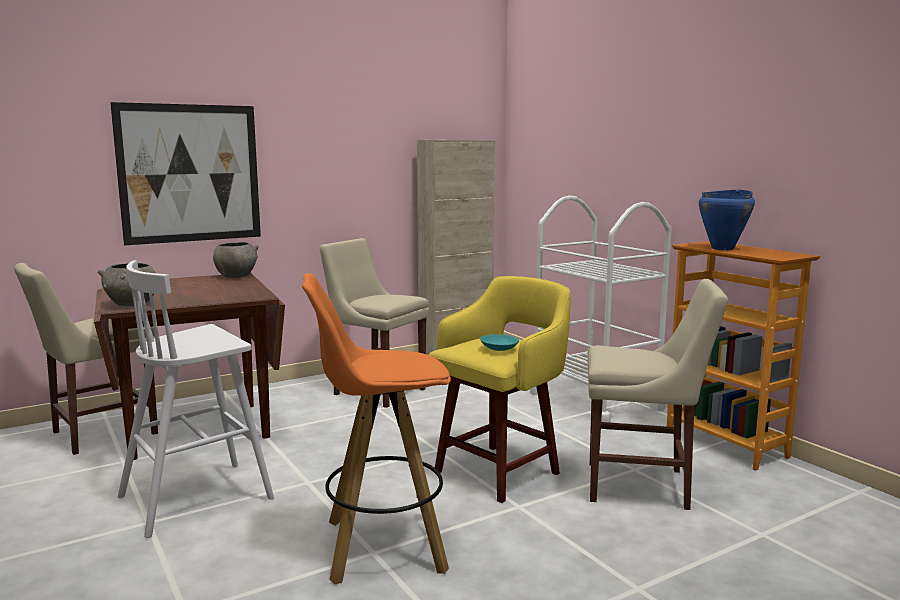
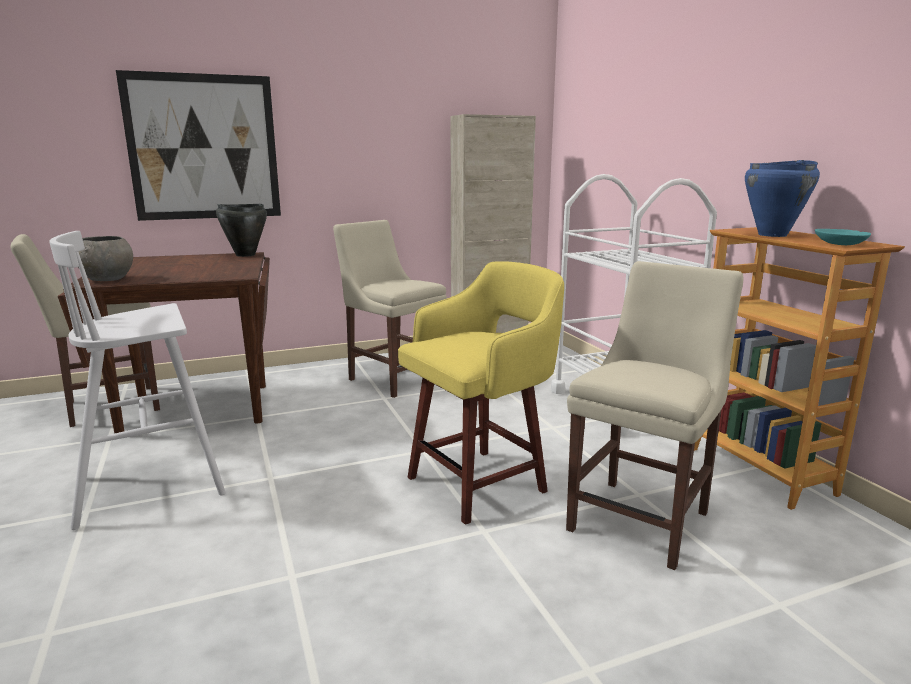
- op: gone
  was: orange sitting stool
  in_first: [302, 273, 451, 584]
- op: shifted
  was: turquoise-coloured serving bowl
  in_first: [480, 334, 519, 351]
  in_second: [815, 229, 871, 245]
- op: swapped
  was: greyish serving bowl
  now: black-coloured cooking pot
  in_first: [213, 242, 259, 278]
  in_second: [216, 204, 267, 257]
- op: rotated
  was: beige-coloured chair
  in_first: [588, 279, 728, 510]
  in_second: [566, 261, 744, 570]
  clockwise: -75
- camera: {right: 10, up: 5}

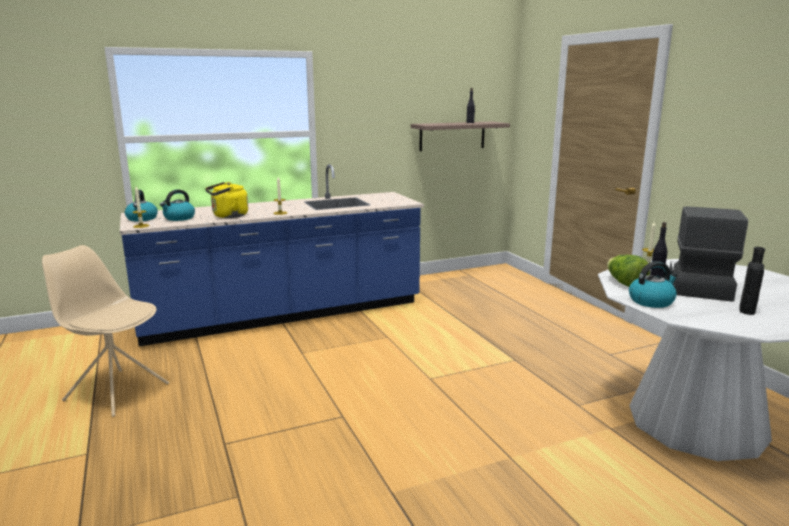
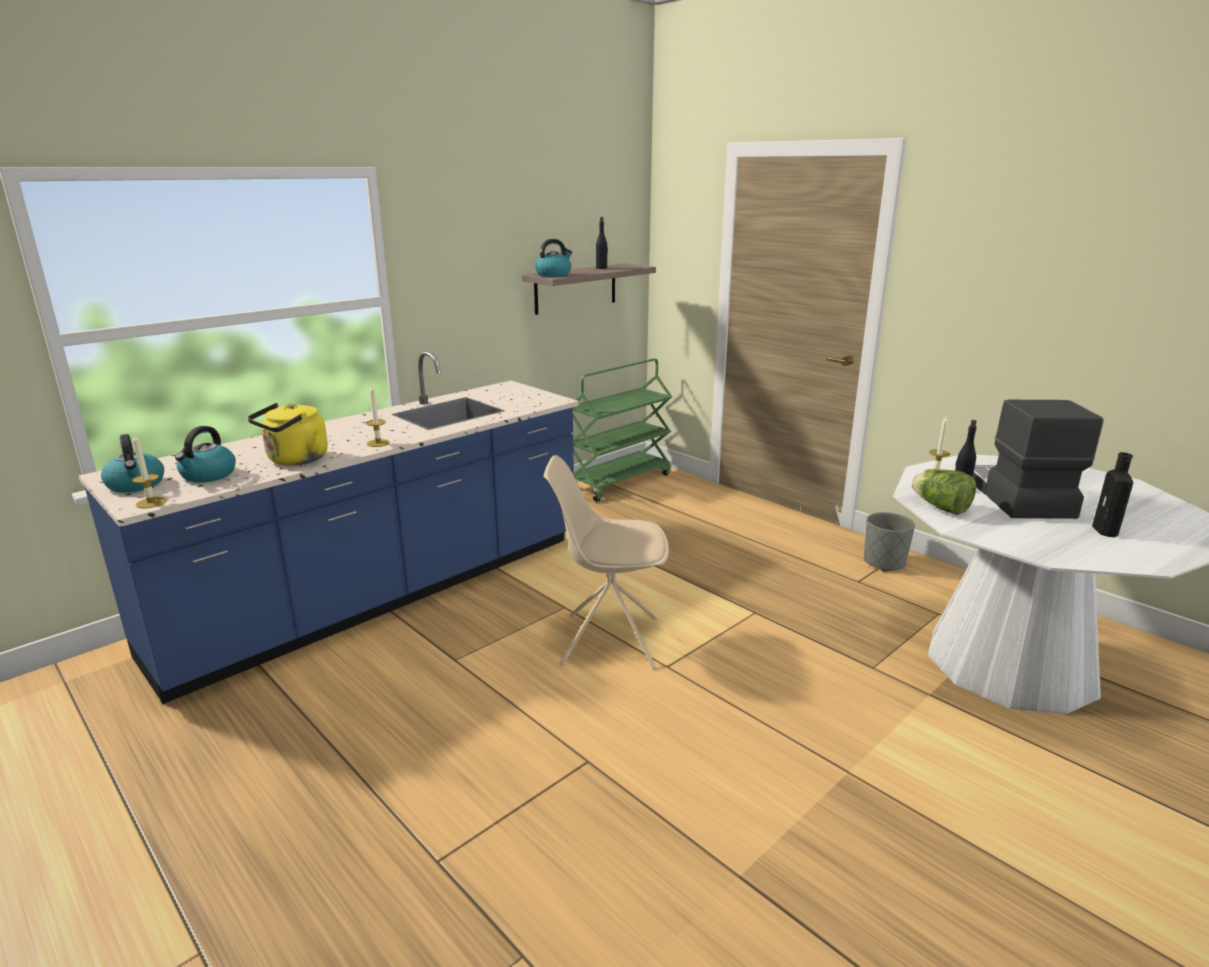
- op: new
  now: green trolley
  in_second: [573, 358, 672, 502]
- op: new
  now: greyish plant pot
  in_second: [864, 512, 915, 572]
- op: shifted
  was: beige-coloured chair
  in_first: [42, 245, 169, 417]
  in_second: [543, 455, 669, 670]
- op: shifted
  was: water kettle
  in_first: [629, 261, 678, 308]
  in_second: [535, 239, 572, 277]
- camera: {right: -20, up: 5}

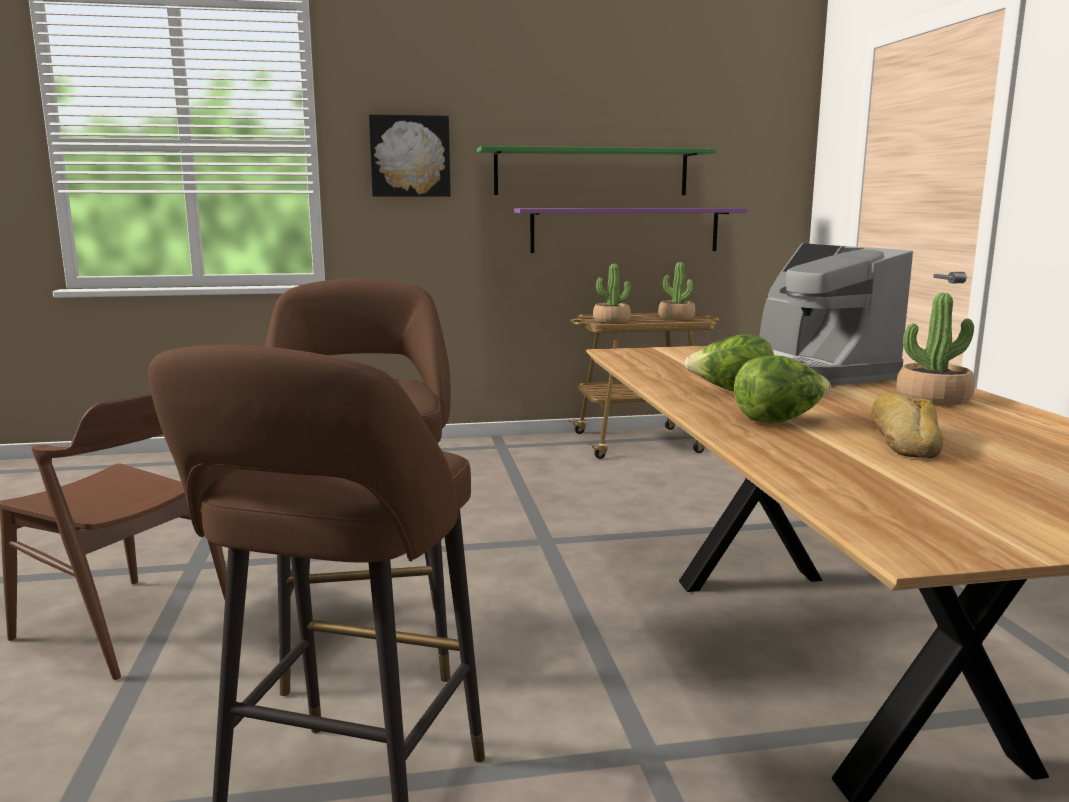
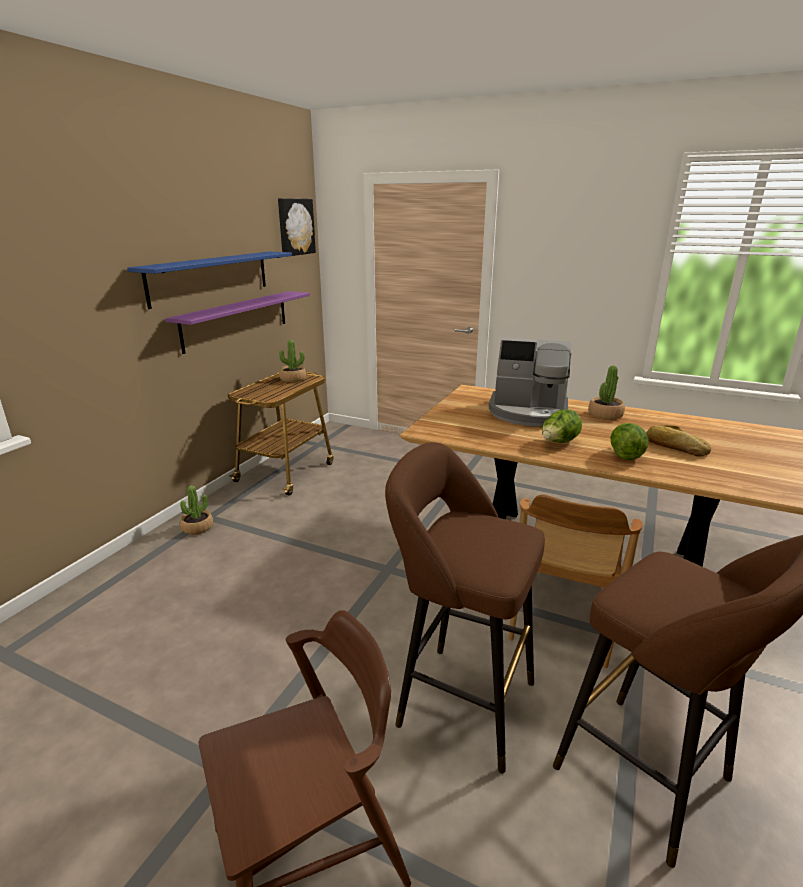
- op: new
  now: brownish chair
  in_second: [509, 495, 643, 668]
- op: shifted
  was: wall art
  in_first: [369, 114, 451, 197]
  in_second: [278, 198, 316, 257]
- op: shifted
  was: potted plant
  in_first: [593, 264, 631, 323]
  in_second: [180, 485, 213, 535]
- op: repainted
  was: green bracket shelf
  now: bluish bracket shelf
  in_first: [477, 146, 716, 195]
  in_second: [127, 252, 292, 309]
- camera: {right: -55, up: 10}

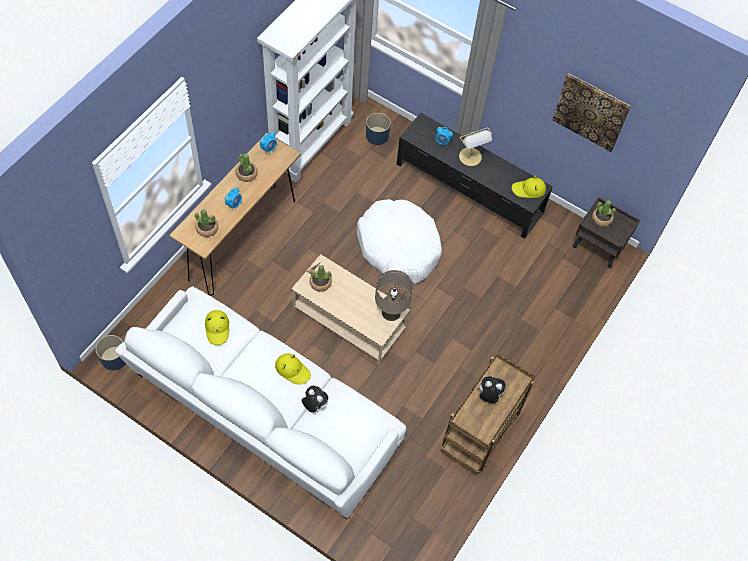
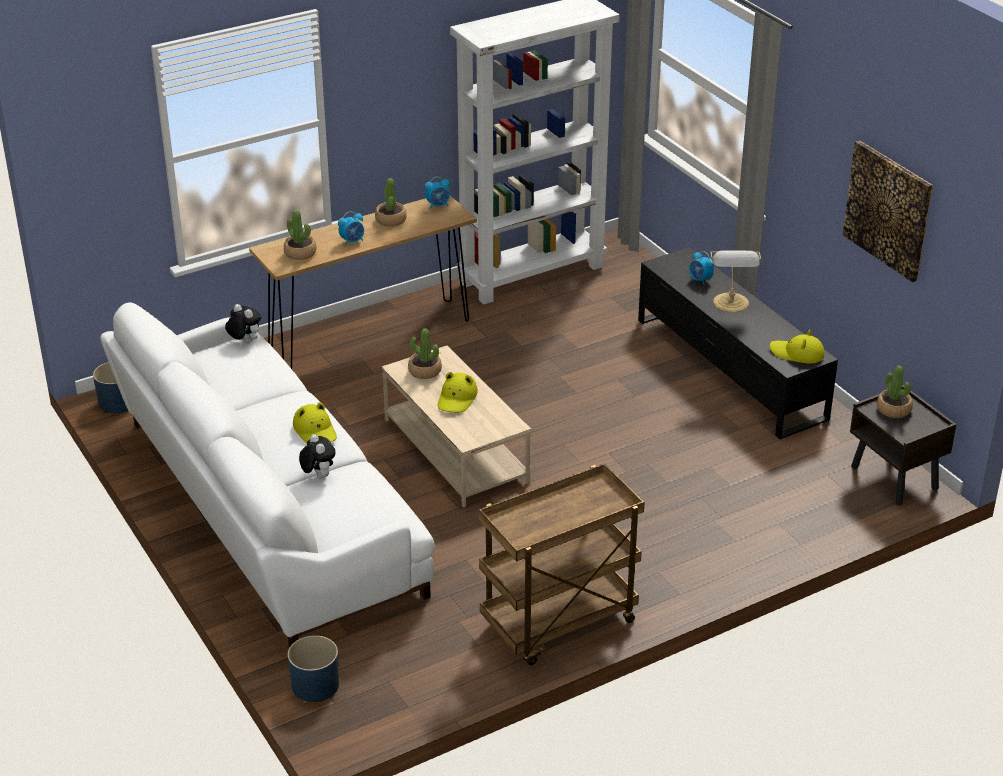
- op: gone
  was: white-coloured dog bed
  in_first: [357, 199, 442, 284]
- op: gone
  was: beige-coloured tabletop lamp
  in_first: [375, 270, 413, 321]
- op: shifted
  was: yellow-coloured clothing hat
  in_first: [205, 310, 229, 345]
  in_second: [438, 372, 478, 413]
- op: shifted
  was: bluish plant pot
  in_first: [366, 113, 391, 145]
  in_second: [288, 635, 339, 702]
- op: shifted
  was: cuddly toy
  in_first: [477, 377, 506, 403]
  in_second: [225, 304, 261, 343]
- camera: {right: 30, up: -25}

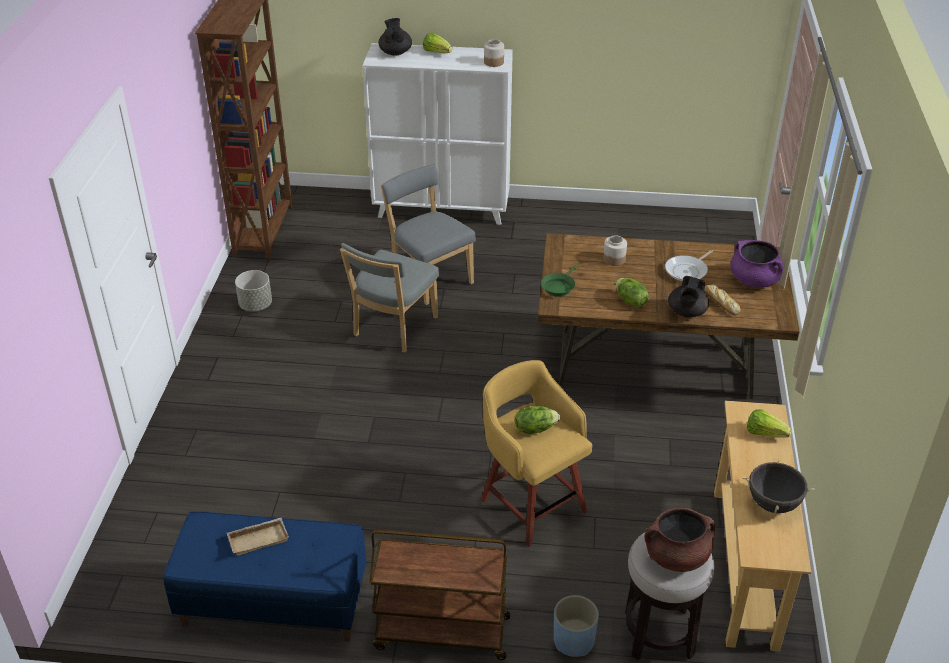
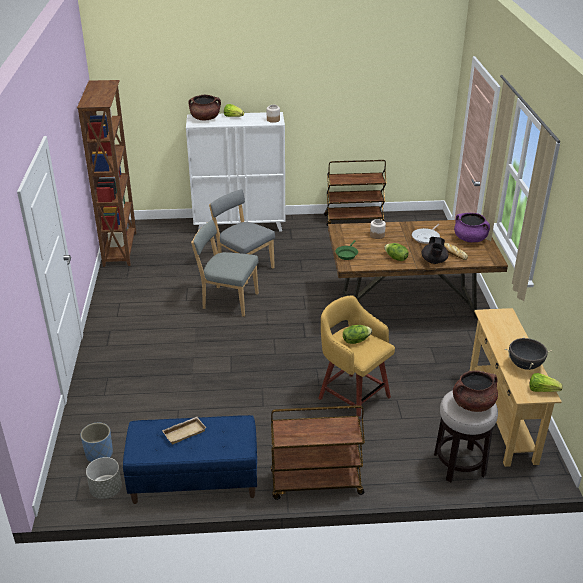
- op: new
  now: brownish trolley
  in_second: [324, 160, 387, 226]
- op: shifted
  was: greyish plant pot
  in_first: [235, 270, 272, 311]
  in_second: [86, 457, 122, 499]
- op: shifted
  was: bluish plant pot
  in_first: [554, 595, 599, 657]
  in_second: [80, 423, 113, 462]
- op: shifted
  was: lettuce head
  in_first: [747, 409, 792, 438]
  in_second: [529, 373, 563, 392]
- op: swapped
  was: black-coloured tea pot
  now: brownish cooking pot
  in_first: [378, 18, 412, 56]
  in_second: [188, 94, 221, 120]
- op: rotated
  was: greyish chair
  in_first: [340, 243, 439, 352]
  in_second: [191, 220, 259, 317]
  clockwise: 90
- camera: {right: -10, up: -5}

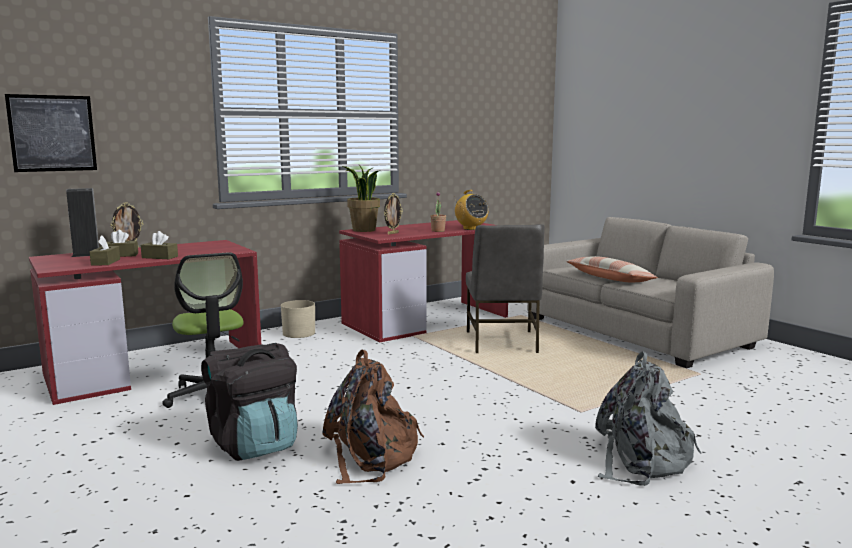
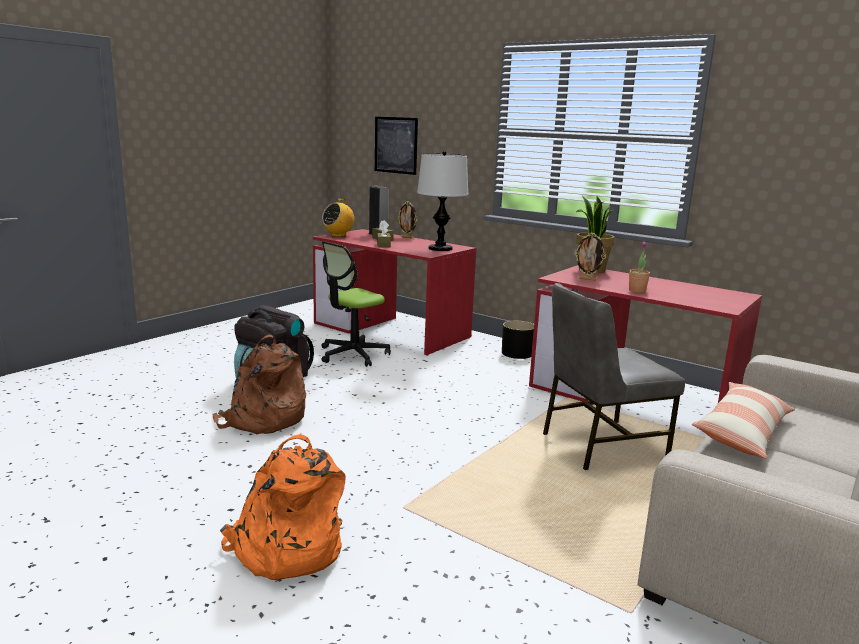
- op: gone
  was: brownish tissue holder
  in_first: [90, 236, 120, 266]
- op: new
  now: tabletop lamp
  in_second: [417, 151, 468, 251]
- op: shifted
  was: radio set
  in_first: [454, 190, 489, 230]
  in_second: [322, 199, 354, 237]
- op: repainted
  was: beige-coloured plant pot
  now: black-coloured plant pot
  in_first: [281, 300, 315, 338]
  in_second: [502, 321, 534, 359]
- op: repainted
  was: greyish backpack
  now: orange backpack
  in_first: [595, 351, 701, 486]
  in_second: [220, 434, 346, 580]
- camera: {right: 70, up: 5}

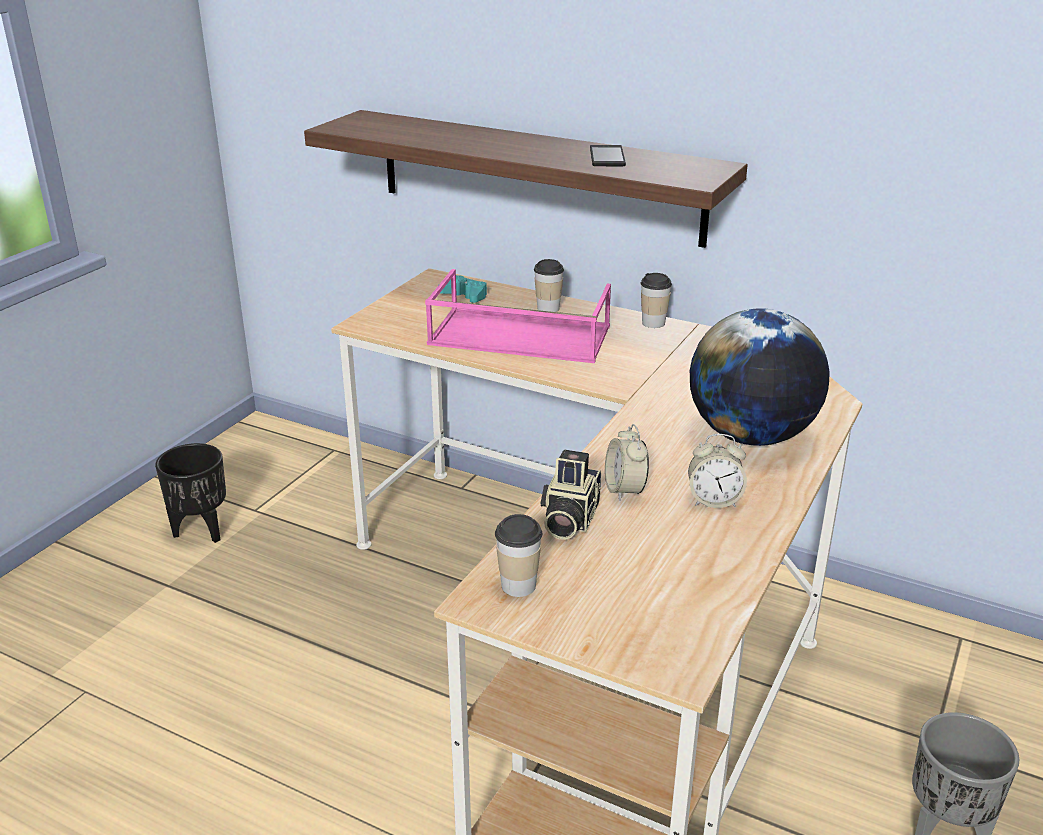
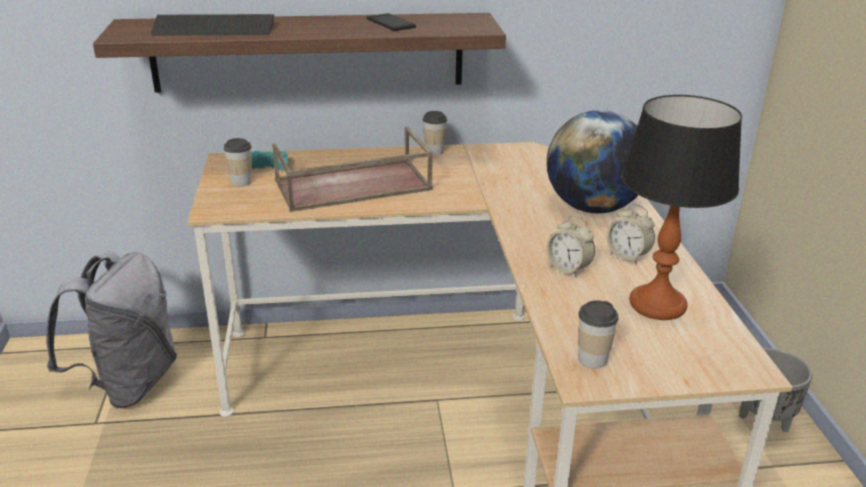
- op: gone
  was: black-coloured plant pot
  in_first: [155, 443, 226, 543]
- op: gone
  was: photo camera
  in_first: [540, 450, 601, 540]
- op: new
  now: greyish backpack
  in_second: [46, 251, 177, 409]
- op: new
  now: keyboard
  in_second: [151, 14, 274, 36]
- op: new
  now: tabletop lamp
  in_second: [622, 95, 742, 320]
- op: shifted
  was: cup
  in_first: [534, 259, 564, 312]
  in_second: [224, 138, 252, 186]
- op: repainted
  was: pink-coloured carrying tray
  now: brownish carrying tray
  in_first: [425, 269, 611, 363]
  in_second: [272, 126, 433, 212]
- op: rotated
  was: table clock
  in_first: [688, 434, 747, 508]
  in_second: [607, 204, 655, 264]
  clockwise: 75
- camera: {right: -35, up: 0}

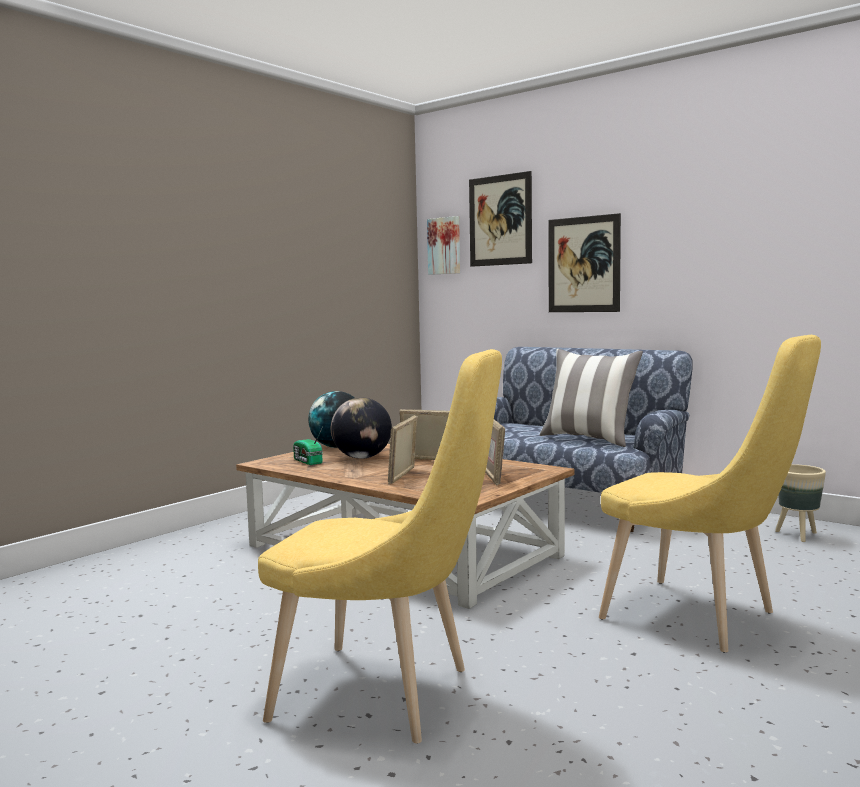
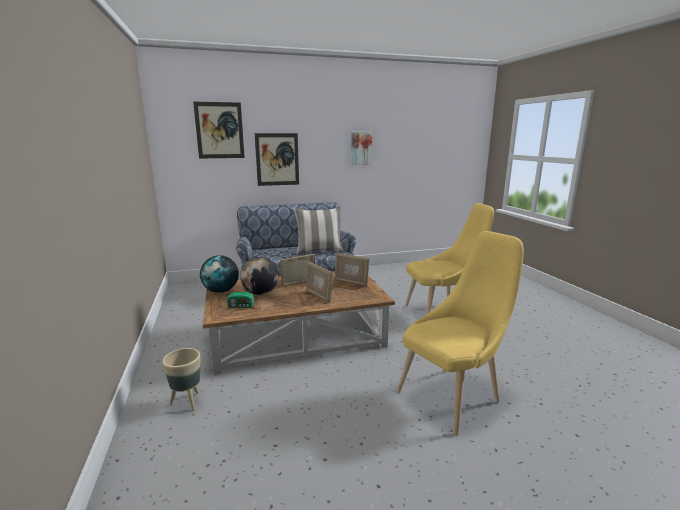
- op: shifted
  was: wall art
  in_first: [427, 216, 460, 275]
  in_second: [351, 132, 372, 165]
- op: shifted
  was: beige-coloured plant pot
  in_first: [775, 464, 826, 542]
  in_second: [162, 348, 200, 411]
- camera: {right: -55, up: 10}

